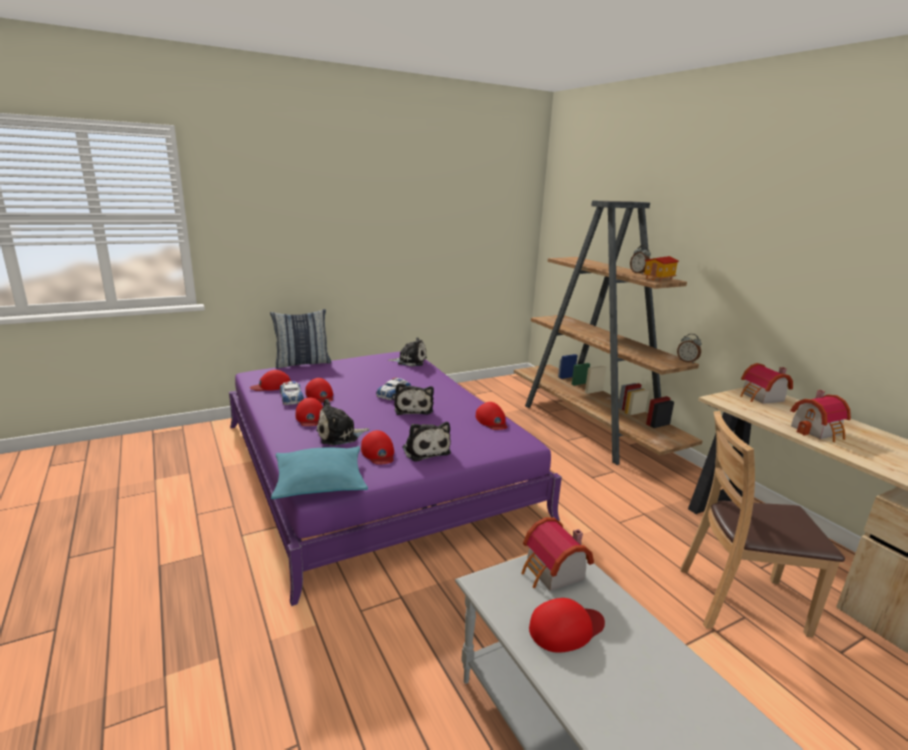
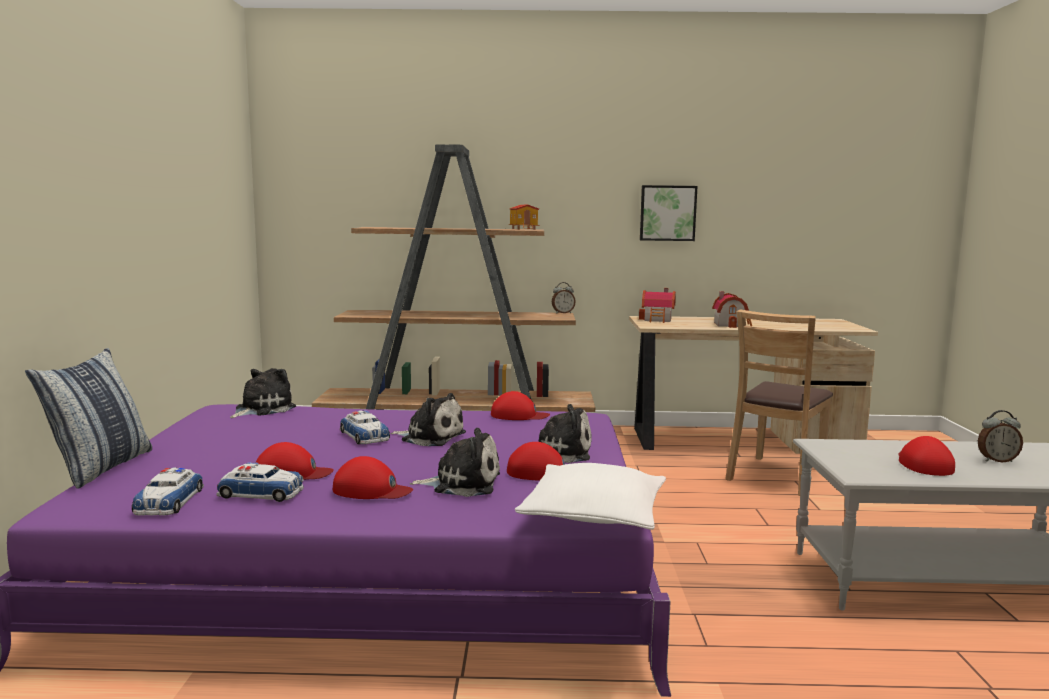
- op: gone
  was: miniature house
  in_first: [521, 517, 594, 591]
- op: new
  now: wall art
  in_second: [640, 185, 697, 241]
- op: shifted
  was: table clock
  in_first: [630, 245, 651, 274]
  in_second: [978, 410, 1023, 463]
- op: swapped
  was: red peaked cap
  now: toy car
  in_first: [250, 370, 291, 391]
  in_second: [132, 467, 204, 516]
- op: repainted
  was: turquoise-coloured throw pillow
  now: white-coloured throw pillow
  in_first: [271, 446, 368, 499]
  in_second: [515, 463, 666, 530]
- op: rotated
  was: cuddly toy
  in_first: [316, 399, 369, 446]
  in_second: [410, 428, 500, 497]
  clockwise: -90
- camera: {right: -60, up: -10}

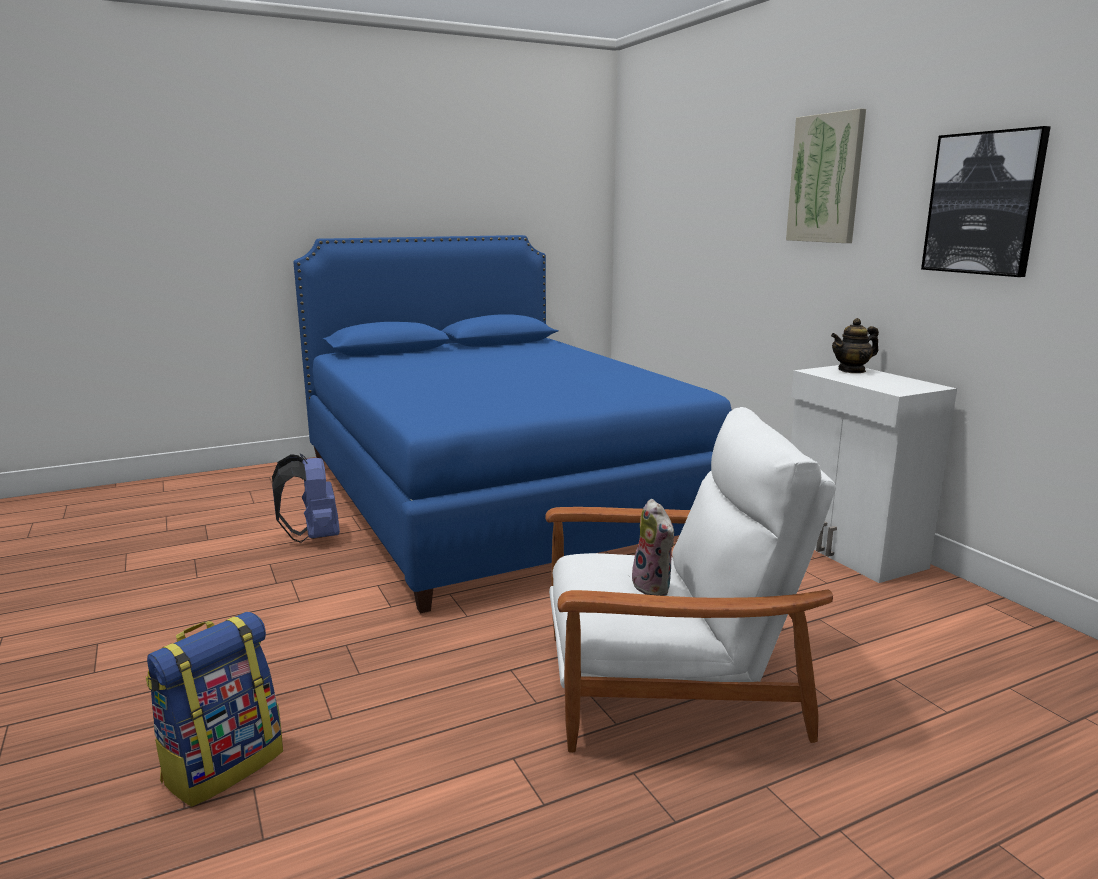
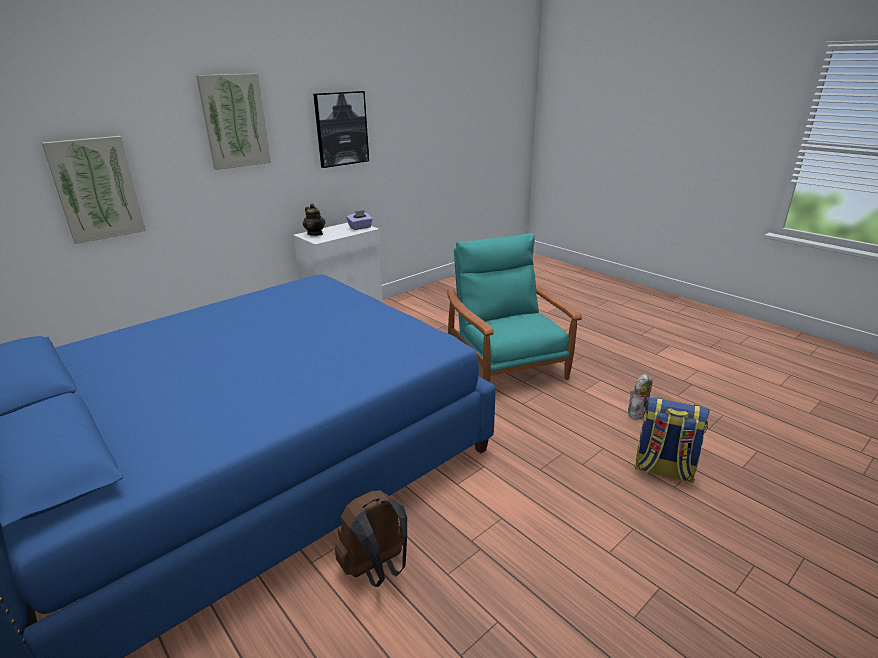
- op: new
  now: wall art
  in_second: [42, 136, 146, 244]
- op: new
  now: purplish tissue holder
  in_second: [347, 210, 373, 230]
- op: shifted
  was: cuddly toy
  in_first: [631, 499, 674, 596]
  in_second: [628, 374, 652, 419]
- op: repainted
  was: bluish backpack
  now: brownish backpack
  in_first: [272, 453, 340, 543]
  in_second: [335, 490, 407, 587]
- op: repainted
  was: white-coloured easy chair
  now: turquoise-coloured easy chair
  in_first: [545, 407, 836, 753]
  in_second: [447, 233, 582, 382]
- camera: {right: -105, up: 10}

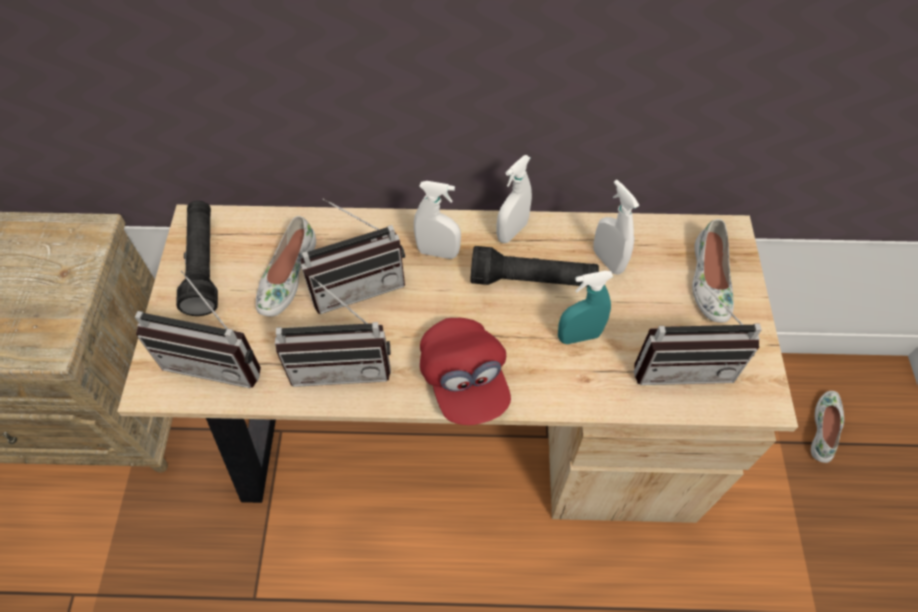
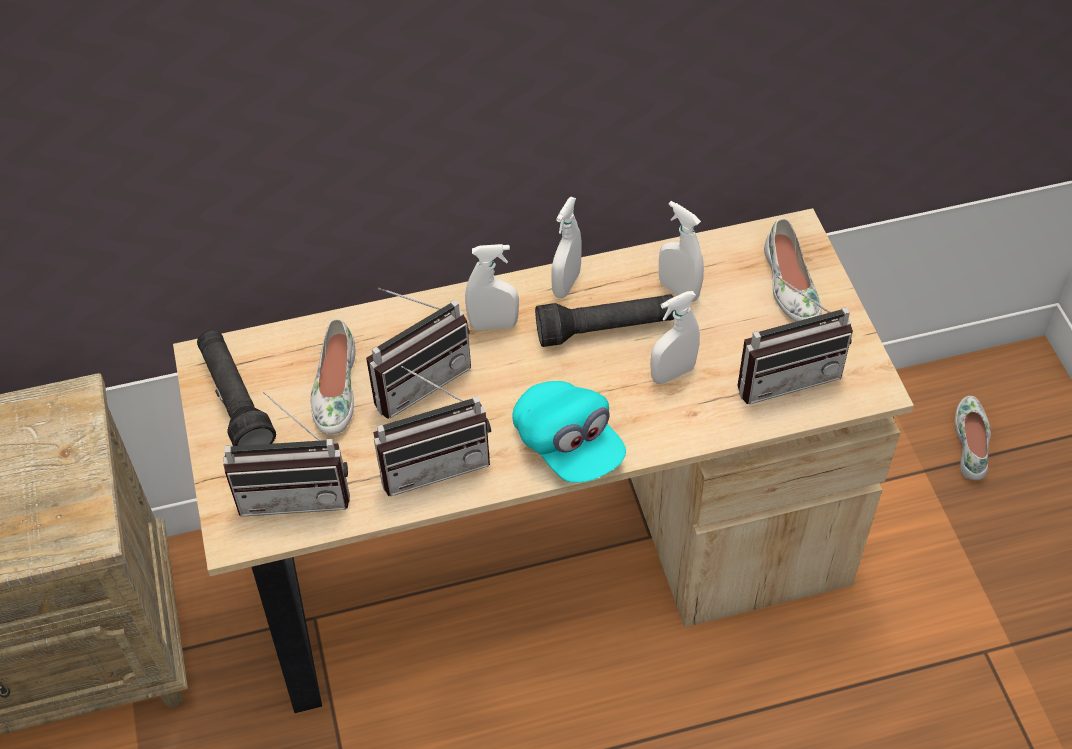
- op: repainted
  was: red peaked cap
  now: turquoise-coloured peaked cap
  in_first: [420, 318, 511, 425]
  in_second: [512, 381, 626, 483]
- op: repainted
  was: turquoise-coloured sprayer
  now: white-coloured sprayer
  in_first: [558, 271, 613, 344]
  in_second: [650, 291, 700, 384]
- camera: {right: -15, up: -5}

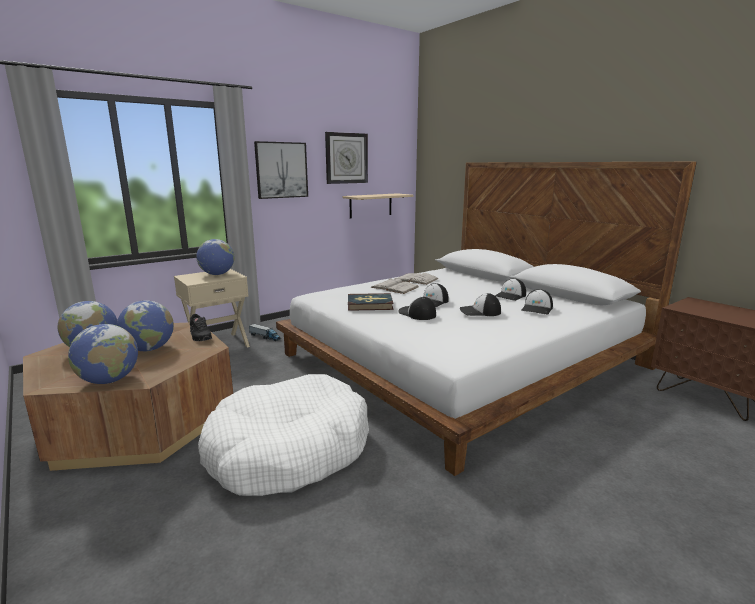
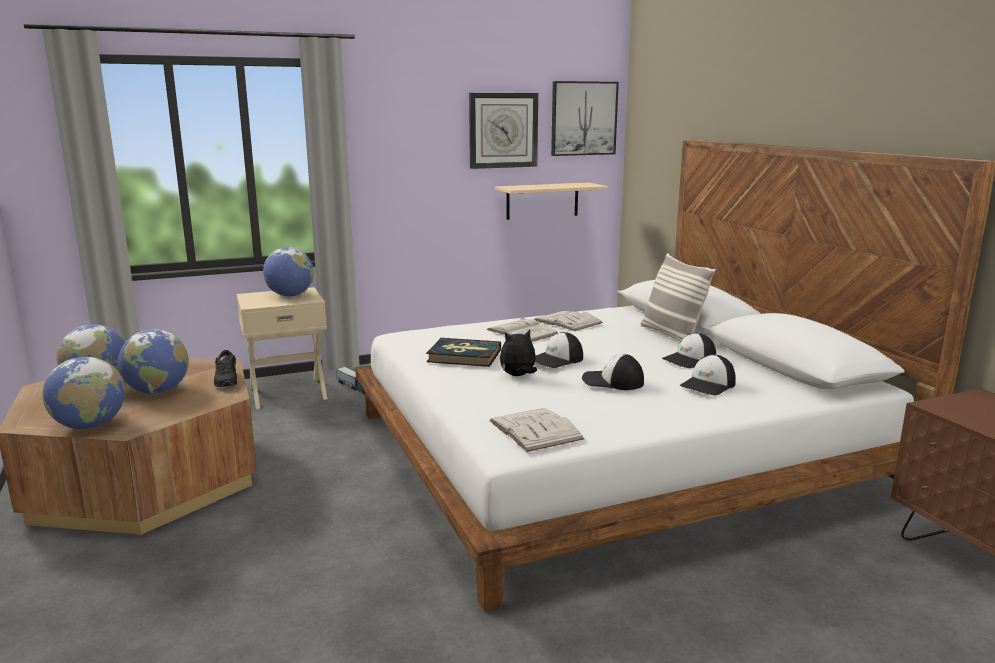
- op: gone
  was: white-coloured dog bed
  in_first: [198, 374, 369, 496]
- op: new
  now: white-coloured bound book
  in_second: [489, 408, 585, 452]
- op: new
  now: throw pillow
  in_second: [640, 253, 716, 342]
- op: shifted
  was: wall art
  in_first: [254, 141, 308, 199]
  in_second: [551, 81, 619, 156]
- op: swapped
  was: peaked cap
  now: cuddly toy
  in_first: [398, 297, 436, 320]
  in_second: [500, 330, 537, 376]
- camera: {right: 15, up: 0}

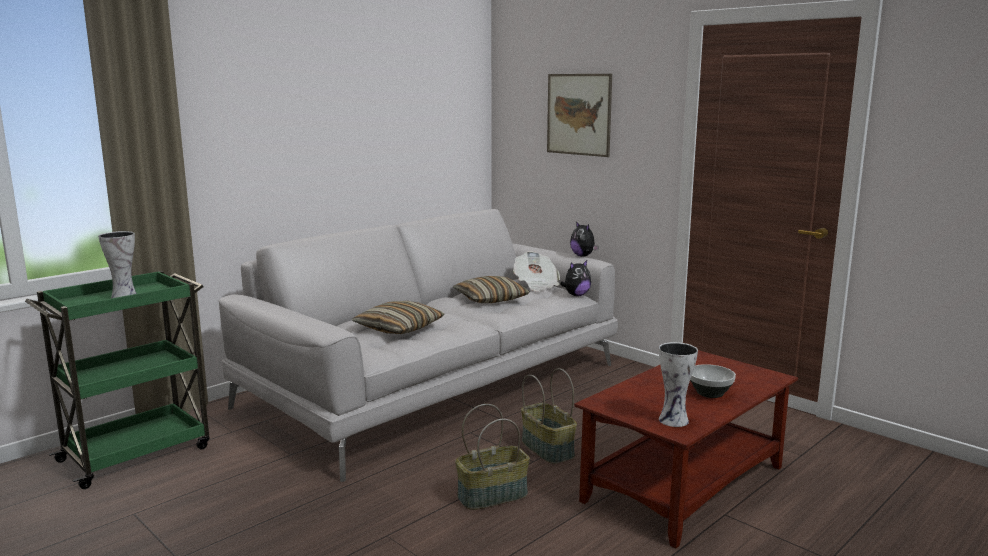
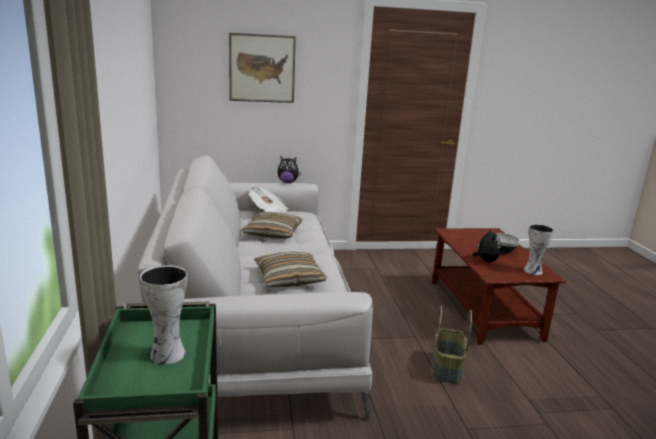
- op: gone
  was: household basket
  in_first: [521, 368, 577, 464]
- op: shifted
  was: cuddly toy
  in_first: [560, 260, 591, 296]
  in_second: [473, 228, 501, 262]
- camera: {right: -55, up: 5}

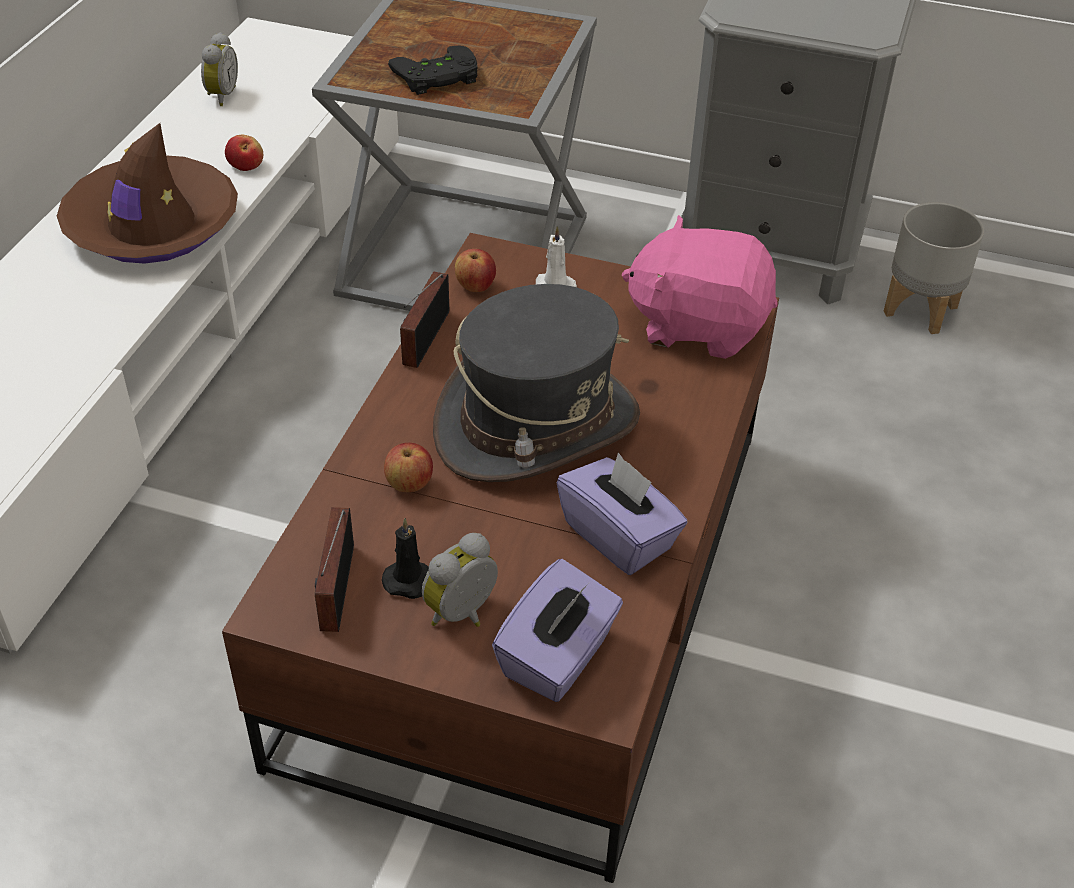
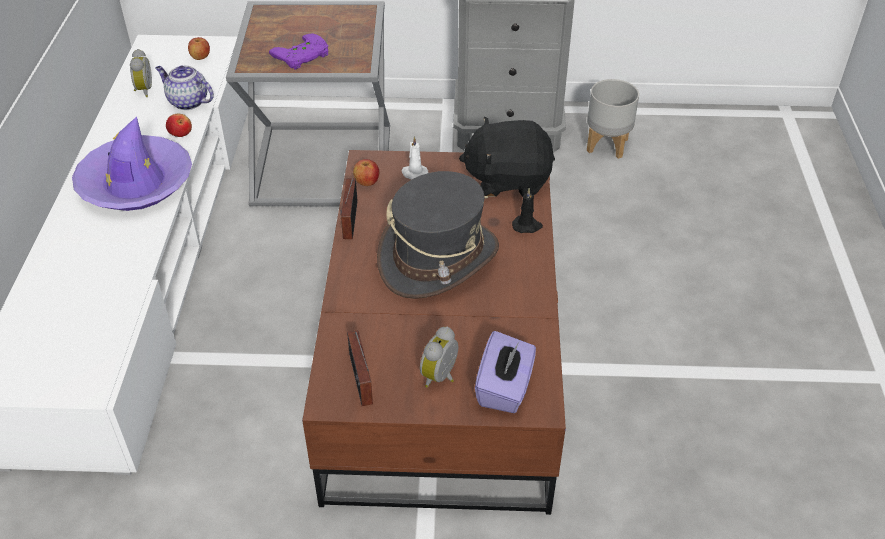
- op: gone
  was: purplish tissue holder
  in_first: [557, 452, 687, 575]
- op: new
  now: tea pot
  in_second: [155, 66, 214, 110]
- op: shifted
  was: black-coloured wax light
  in_first: [382, 518, 429, 599]
  in_second: [512, 188, 543, 233]
- op: shifted
  was: apple fruit
  in_first: [384, 443, 433, 492]
  in_second: [188, 37, 210, 60]
- op: repainted
  was: brownish clothing hat
  now: purplish clothing hat
  in_first: [57, 123, 238, 264]
  in_second: [72, 116, 192, 211]
- op: repainted
  was: black-coloured joypad
  now: purplish joypad
  in_first: [388, 46, 478, 95]
  in_second: [269, 33, 328, 70]
- op: repainted
  was: pink-coloured cuddly toy
  now: black-coloured cuddly toy
  in_first: [621, 215, 778, 359]
  in_second: [459, 116, 555, 197]
- camera: {right: -15, up: 0}

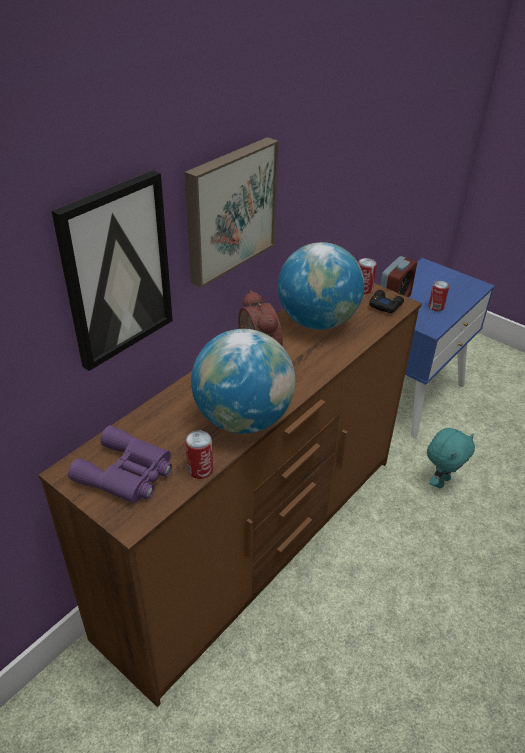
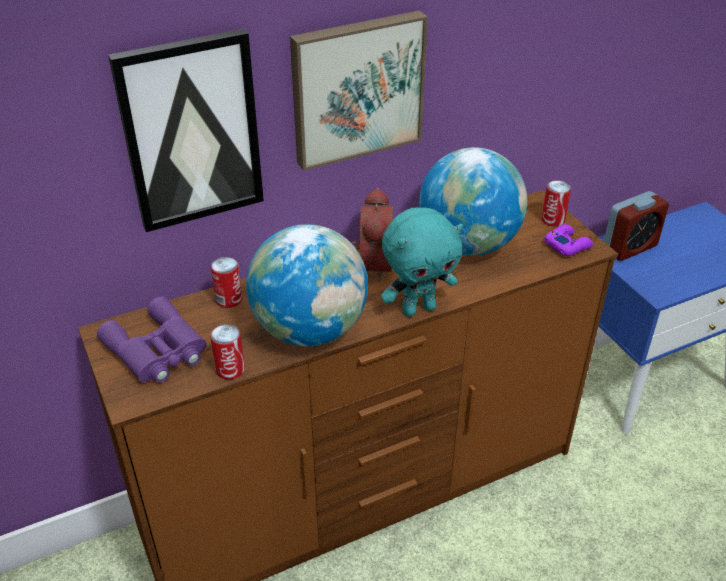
- op: shifted
  was: turquoise-coloured cuddly toy
  in_first: [427, 428, 475, 488]
  in_second: [381, 207, 463, 317]
- op: shifted
  was: sealed can
  in_first: [428, 281, 449, 311]
  in_second: [211, 257, 242, 308]
- op: repainted
  was: black-coloured joypad
  now: purplish joypad
  in_first: [369, 290, 404, 313]
  in_second: [544, 224, 593, 256]
- camera: {right: 25, up: 0}

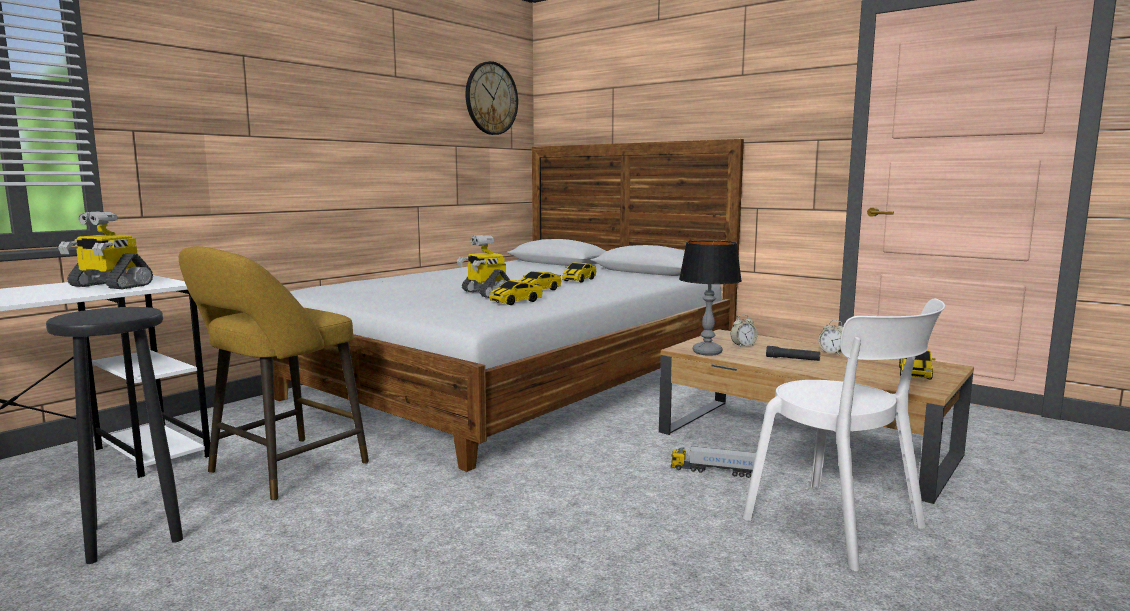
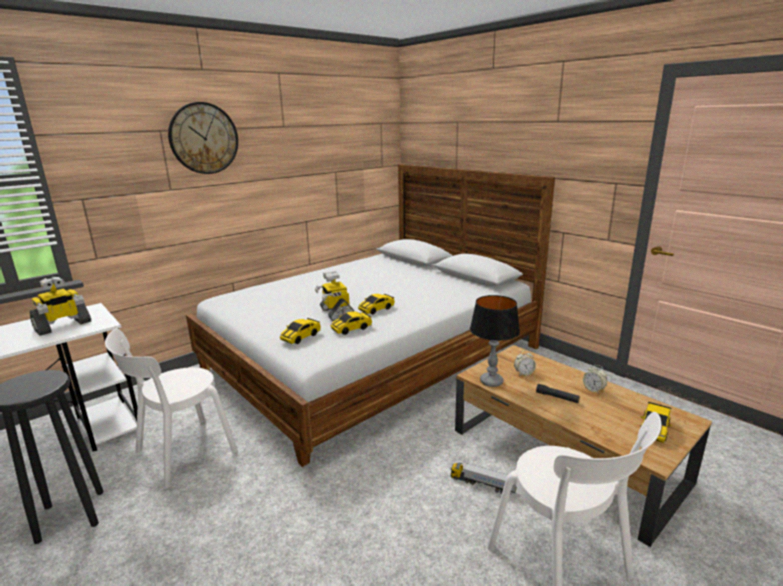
- op: shifted
  was: hanging clock
  in_first: [465, 61, 518, 135]
  in_second: [168, 102, 238, 174]
- op: shifted
  was: toy car
  in_first: [562, 262, 596, 282]
  in_second: [280, 318, 321, 344]
- op: swapped
  was: yellow-coloured sitting stool
  now: white-coloured chair
  in_first: [179, 246, 369, 501]
  in_second: [105, 329, 238, 489]
- op: rotated
  was: toy robot
  in_first: [58, 212, 153, 289]
  in_second: [30, 277, 91, 336]
  clockwise: -75
- camera: {right: 10, up: 10}

